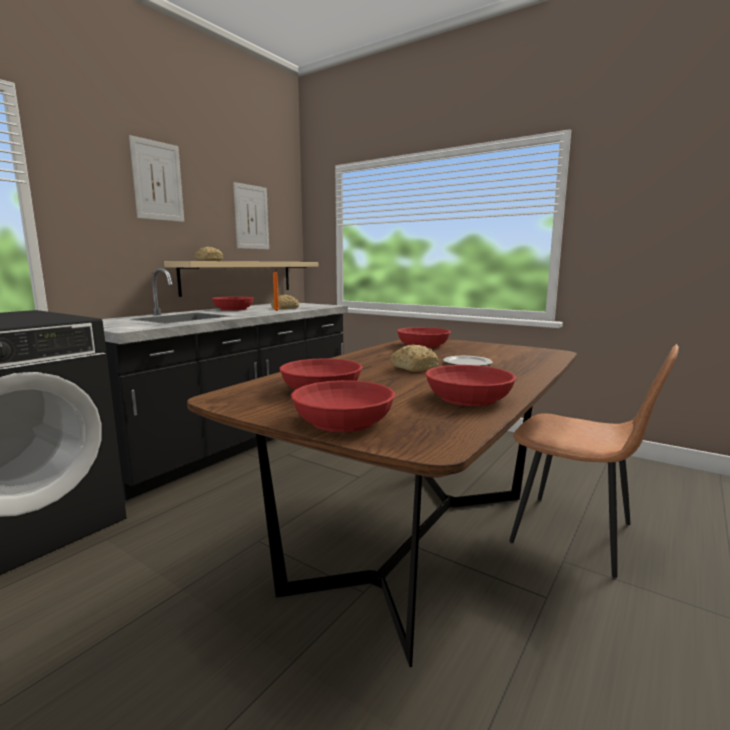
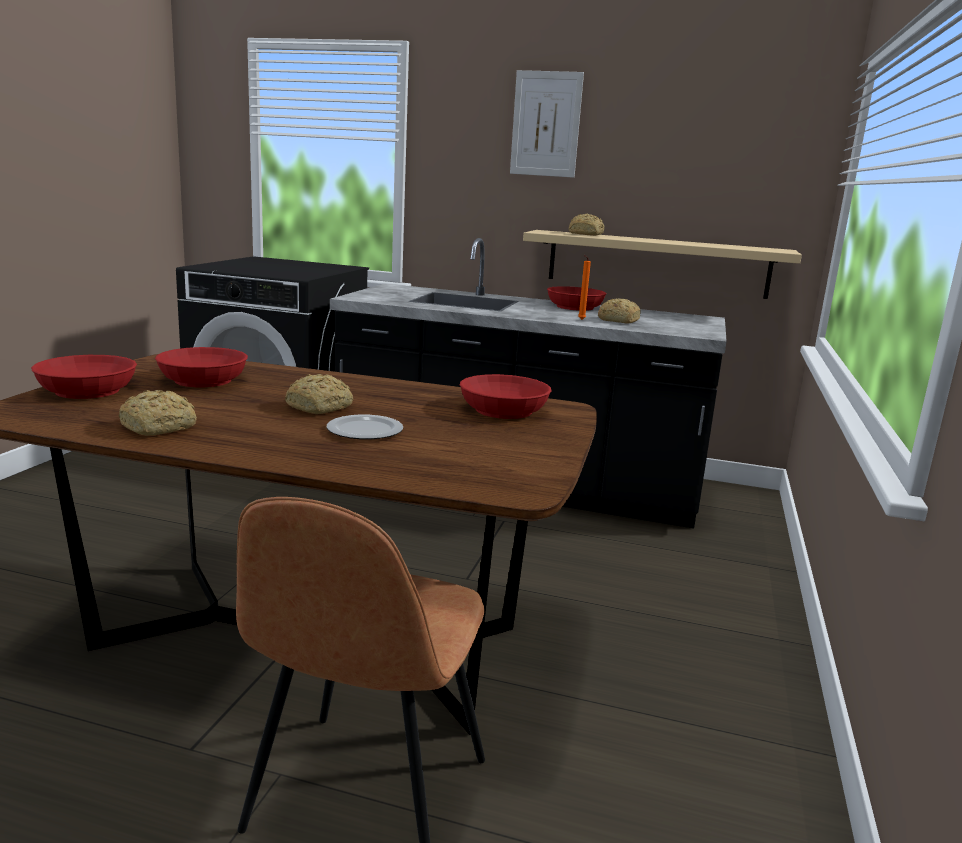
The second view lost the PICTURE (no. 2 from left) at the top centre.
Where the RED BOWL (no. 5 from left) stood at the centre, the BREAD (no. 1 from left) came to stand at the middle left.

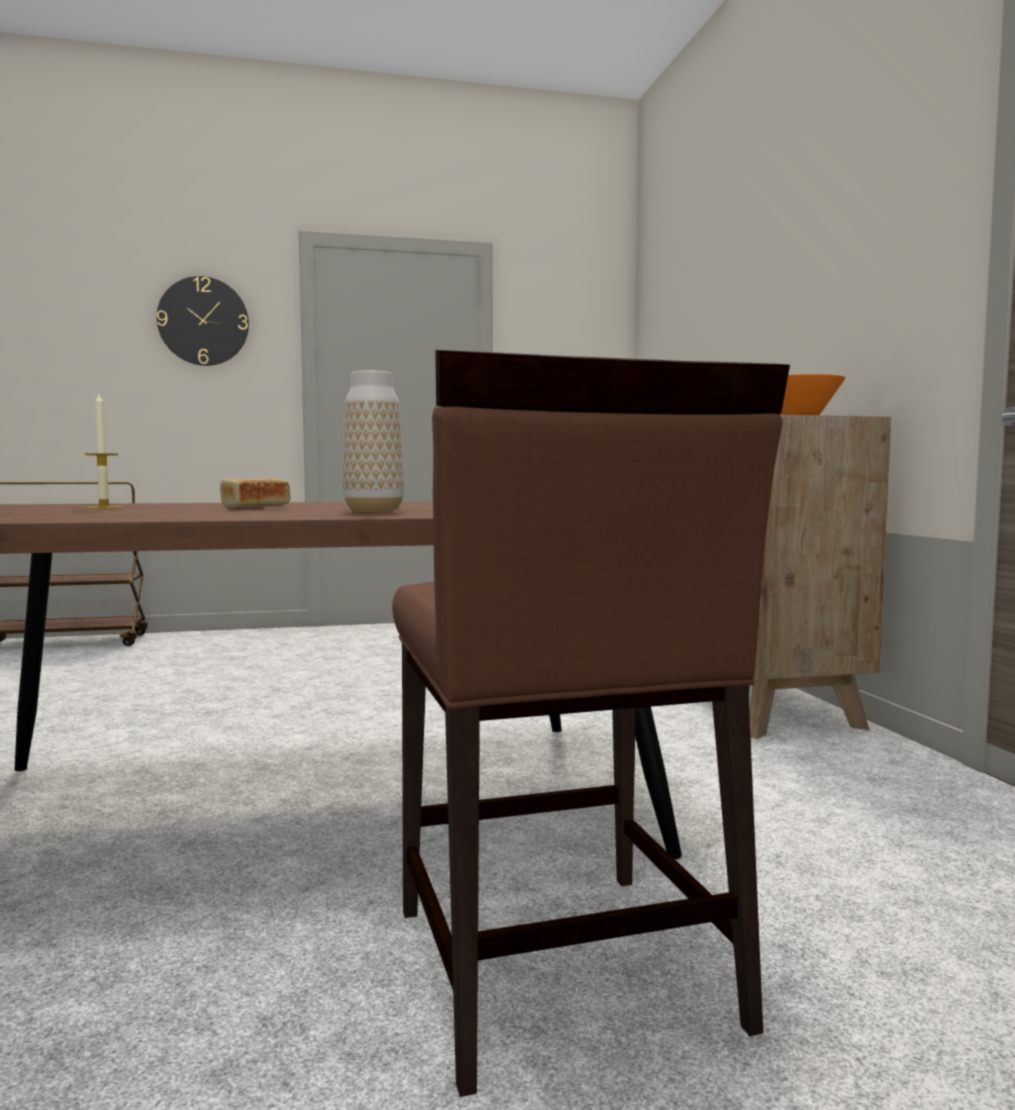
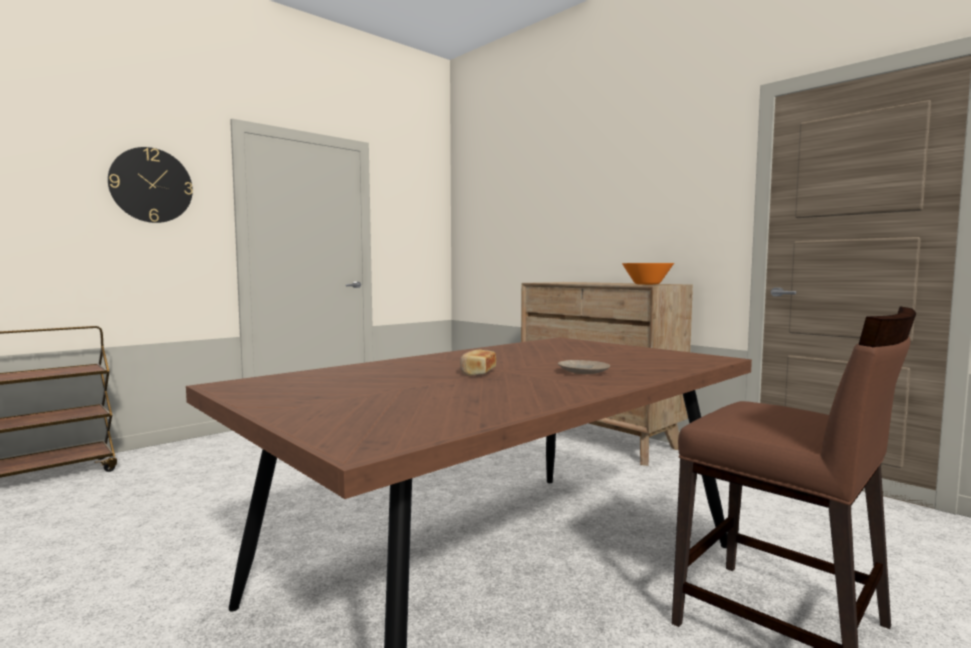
Where the VASE stood at the centre, the BEIGE PLATE came to stand at the centre.
The second view lost the CANDLE at the middle left.

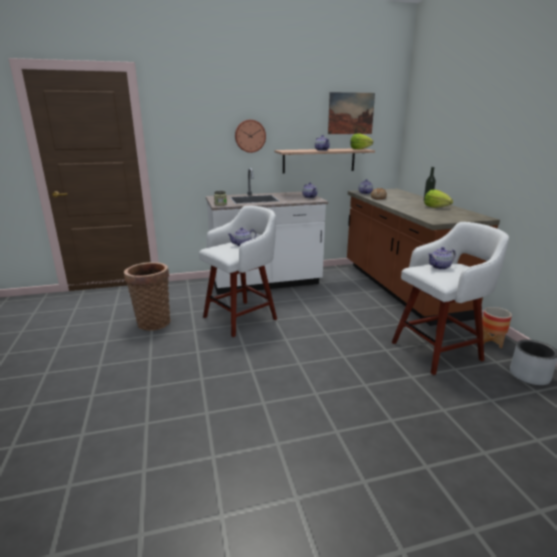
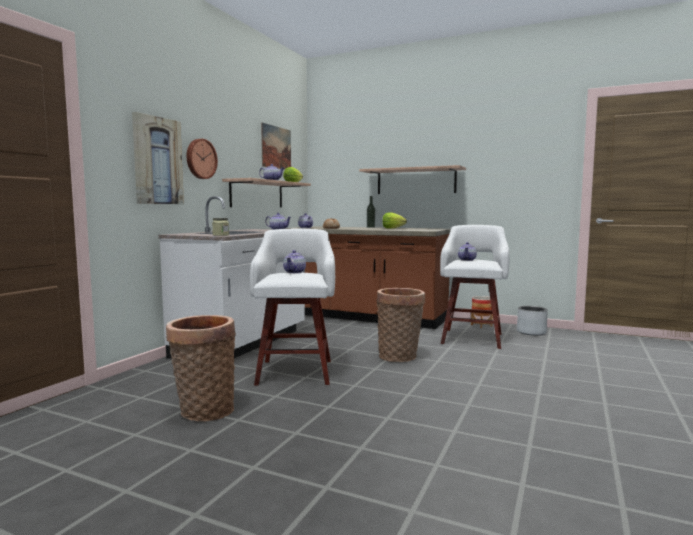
The second view gained the PICTURE (no. 1 from left) at the top left.
The second view gained the SHELF (no. 2 from left) at the centre.
The second view gained the BASKET (no. 2 from left) at the centre.

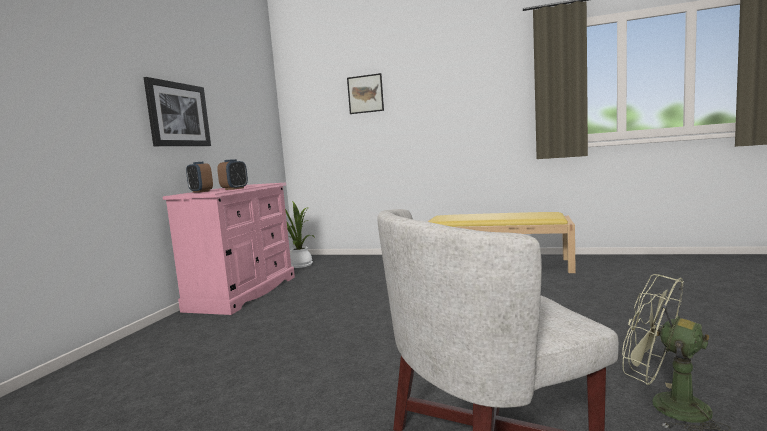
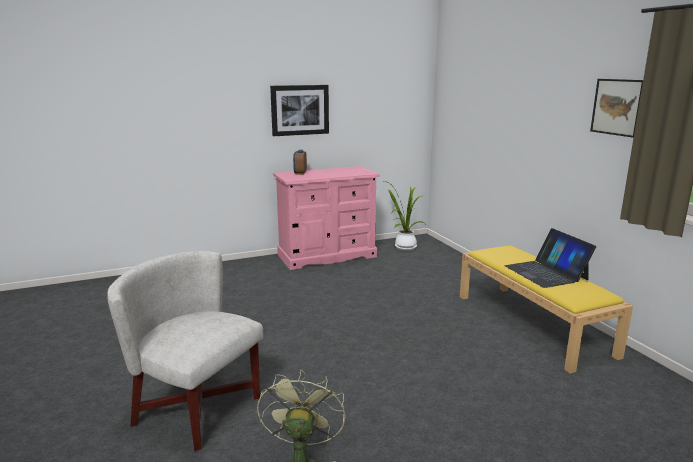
The PICTURE (no. 2 from left) ended up elsewhere, having gone from the top centre to the top right.
The second view lost the ALARM CLOCK (no. 2 from left) at the middle left.
The second view gained the LAPTOP at the middle right.

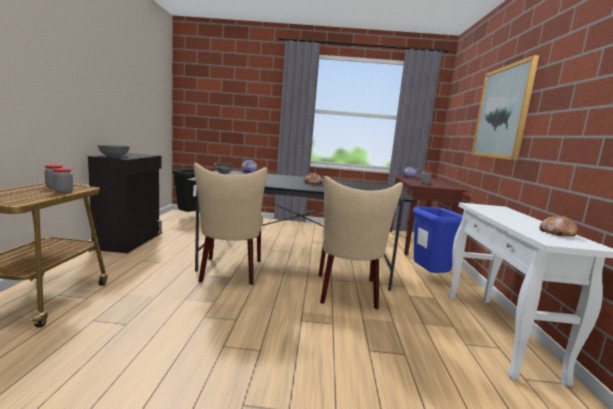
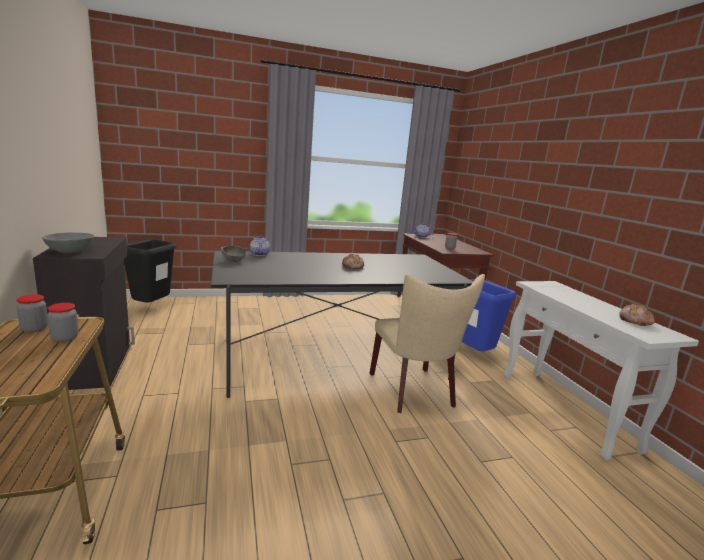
The second view lost the PICTURE at the top right.
The second view lost the BEIGE CHAIR (no. 1 from left) at the centre.

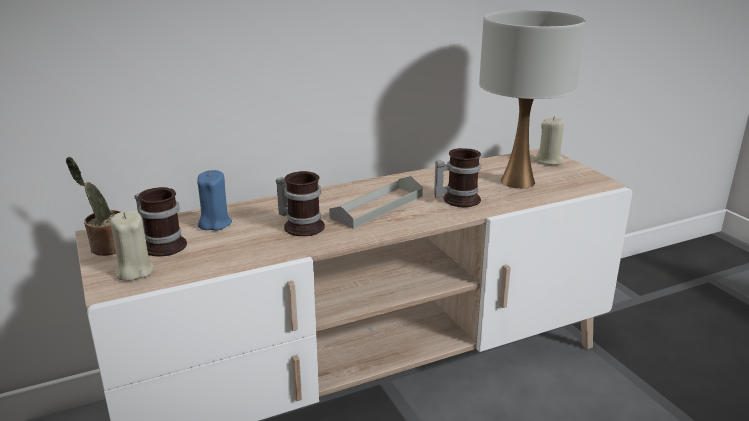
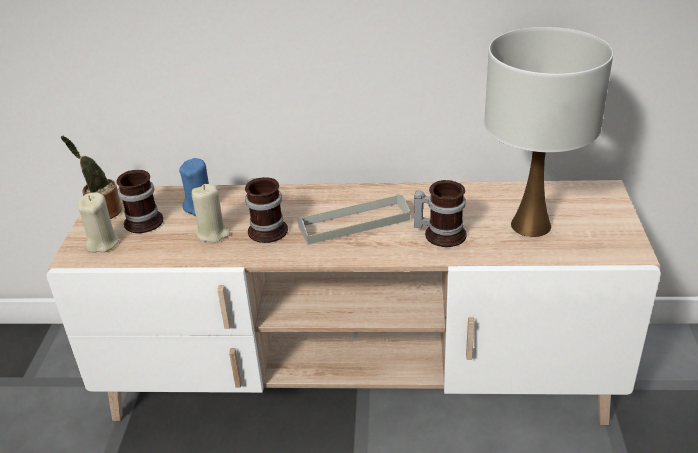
The BEIGE CANDLE (no. 2 from left) ended up elsewhere, having gone from the top right to the middle left.

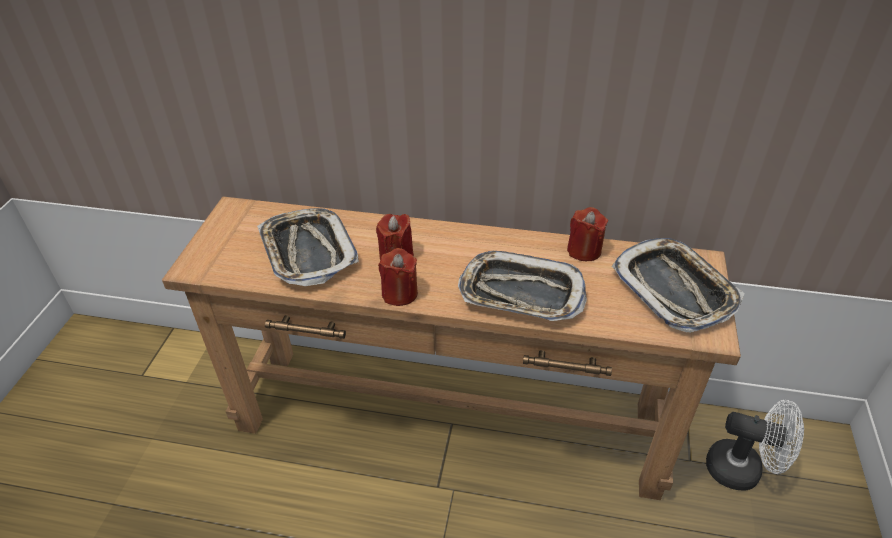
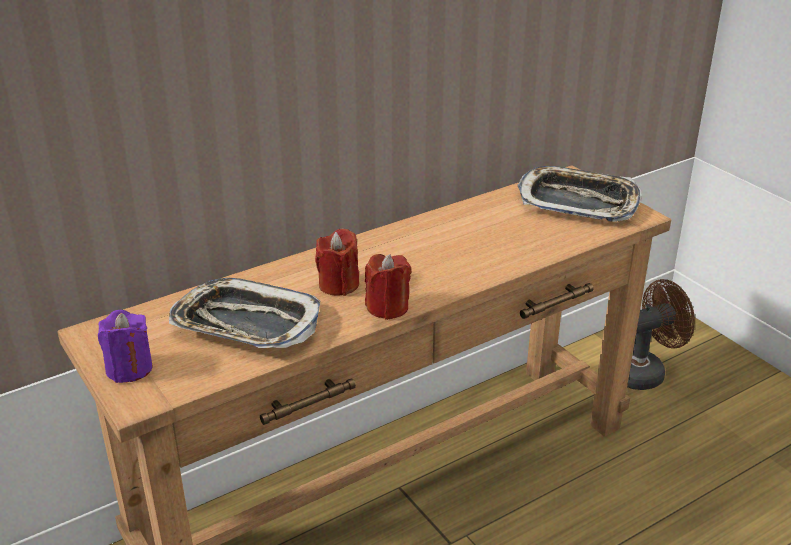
The second view lost the RED CANDLE (no. 3 from left) at the centre.
The second view lost the TRAY (no. 2 from left) at the centre.
What was the WHITE FAN at the bottom right turned into the BROWN FAN at the middle right.
The second view gained the PURPLE CANDLE at the middle left.

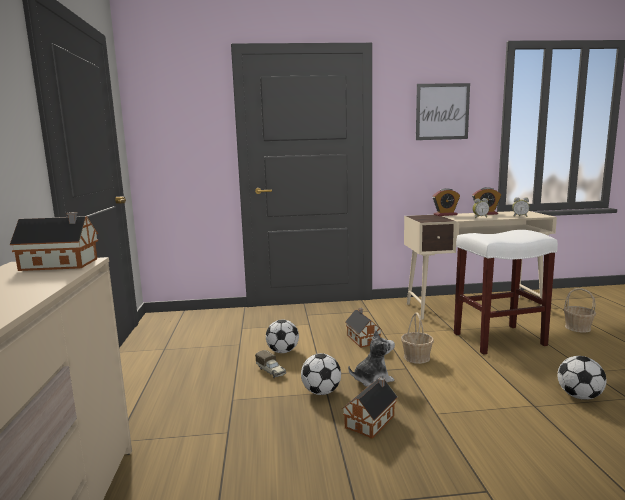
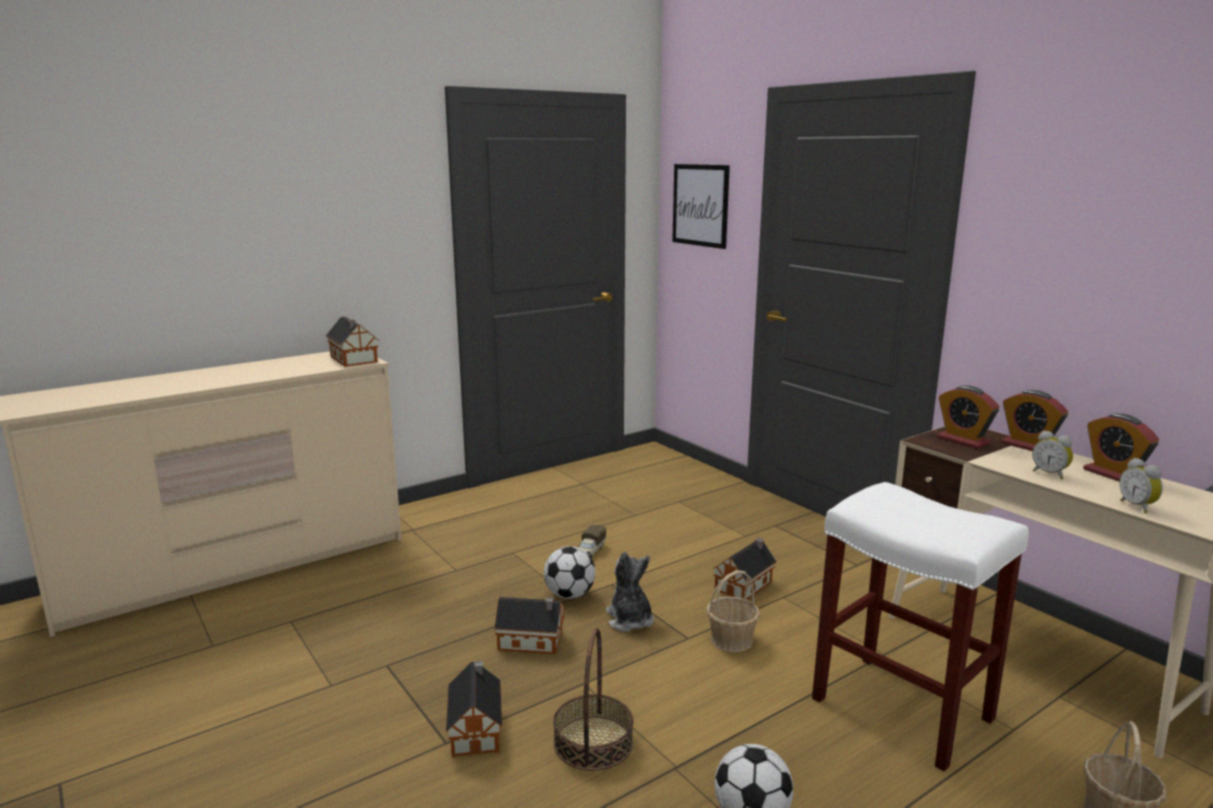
The PICTURE ended up elsewhere, having gone from the top right to the top centre.
The second view lost the FOOTBALL (no. 1 from left) at the bottom centre.
The PLUSH TOY at the bottom centre ended up facing another way, 150 degrees counterclockwise from before.
The second view gained the ALARM CLOCK (no. 1 from left) at the middle right.
The second view gained the BASKET (no. 1 from left) at the bottom centre.
The second view gained the TOY HOUSE (no. 2 from left) at the bottom centre.

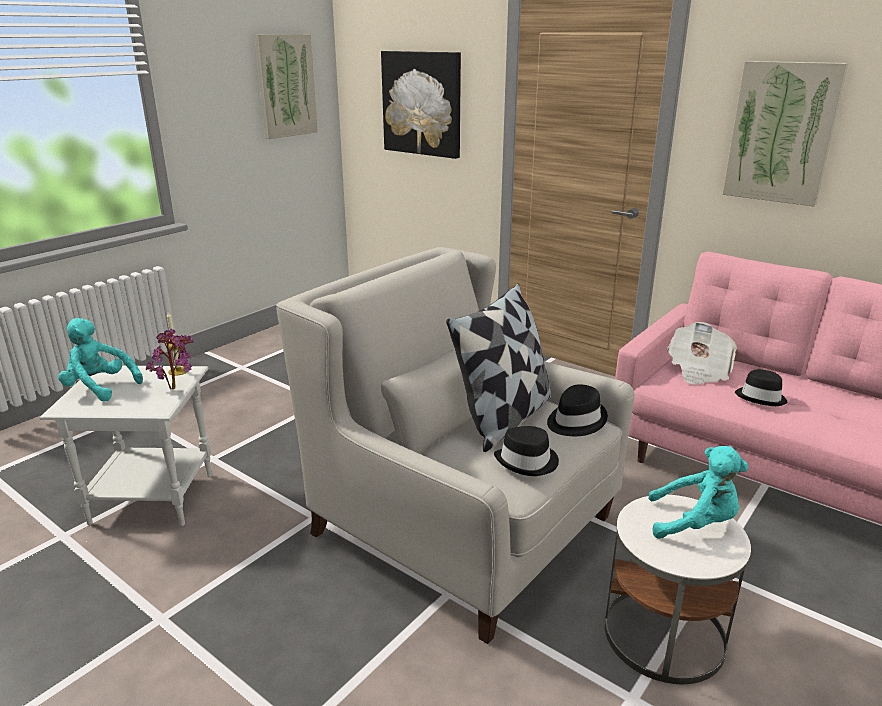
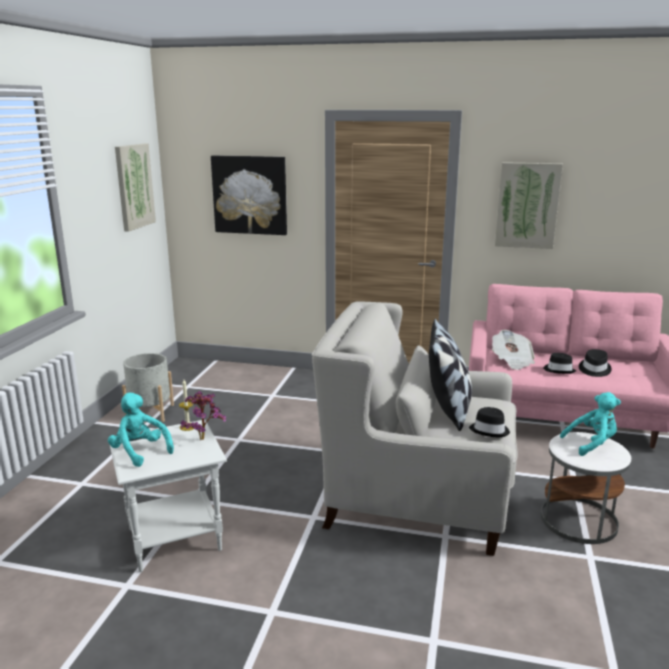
The TURQUOISE PLUSH TOY (no. 1 from left) at the middle left ended up facing another way, 45 degrees clockwise from before.
The BLACK HAT (no. 2 from left in the first image) ended up elsewhere, having gone from the centre to the middle right.
The second view gained the GREY PLANTER at the middle left.

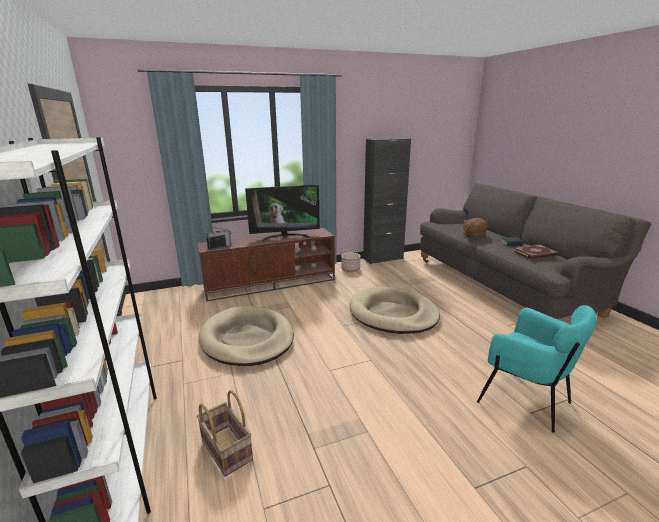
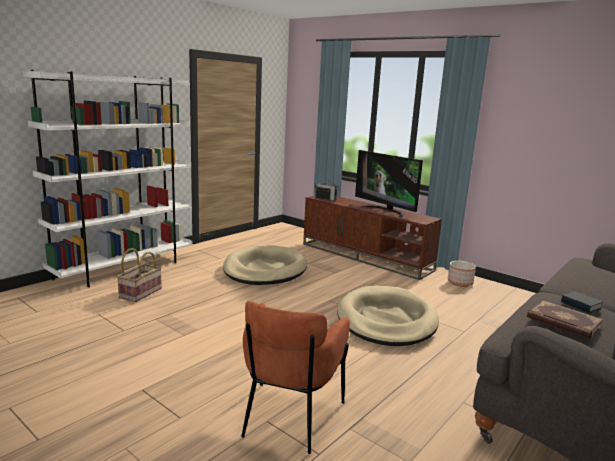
The second view lost the BLACK CABINET at the centre.
The second view lost the BROWN PLUSH TOY at the middle right.
What was the TURQUOISE ARMCHAIR at the bottom right turned into the BROWN ARMCHAIR at the bottom centre.

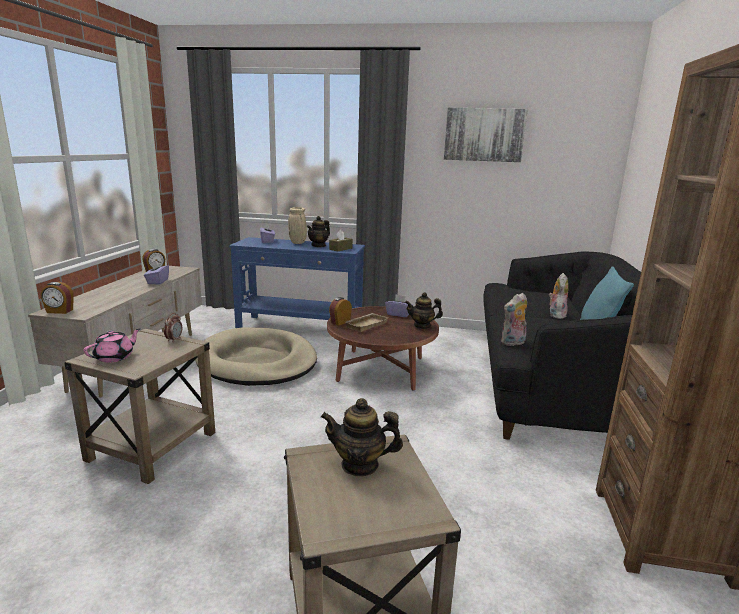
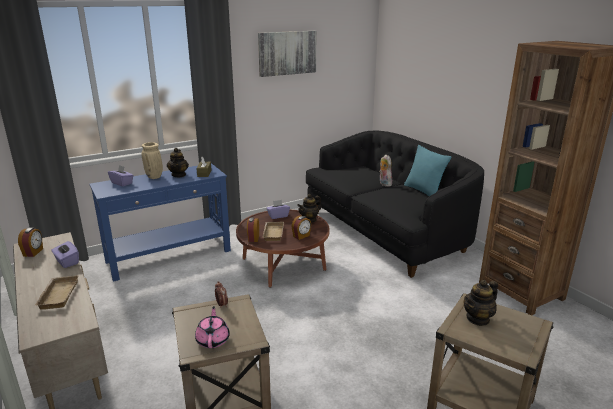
The ALARM CLOCK (no. 1 from left in the first image) ended up elsewhere, having gone from the middle left to the centre.
The second view lost the PLUSH TOY (no. 1 from left) at the middle right.
The second view lost the BEIGE DOG BED at the centre.
The second view gained the BEIGE TRAY (no. 1 from left) at the bottom left.

